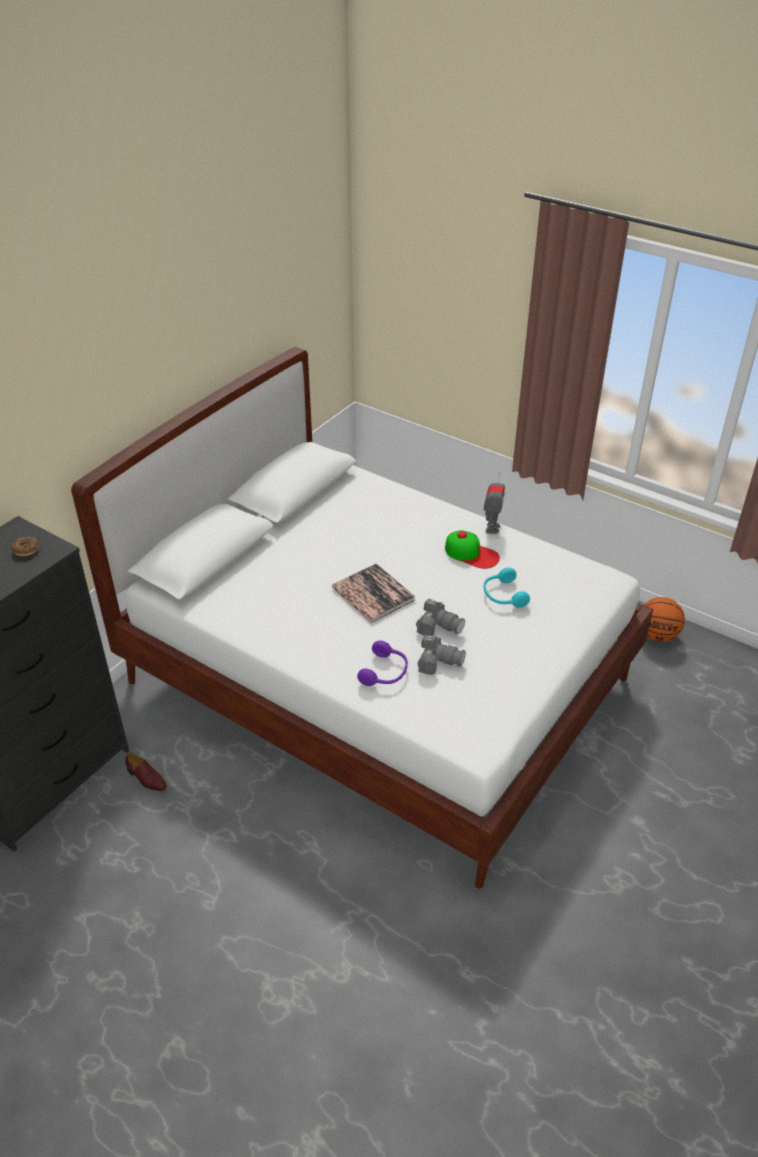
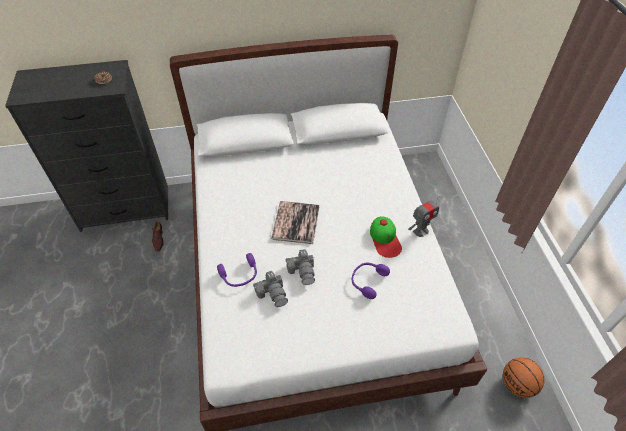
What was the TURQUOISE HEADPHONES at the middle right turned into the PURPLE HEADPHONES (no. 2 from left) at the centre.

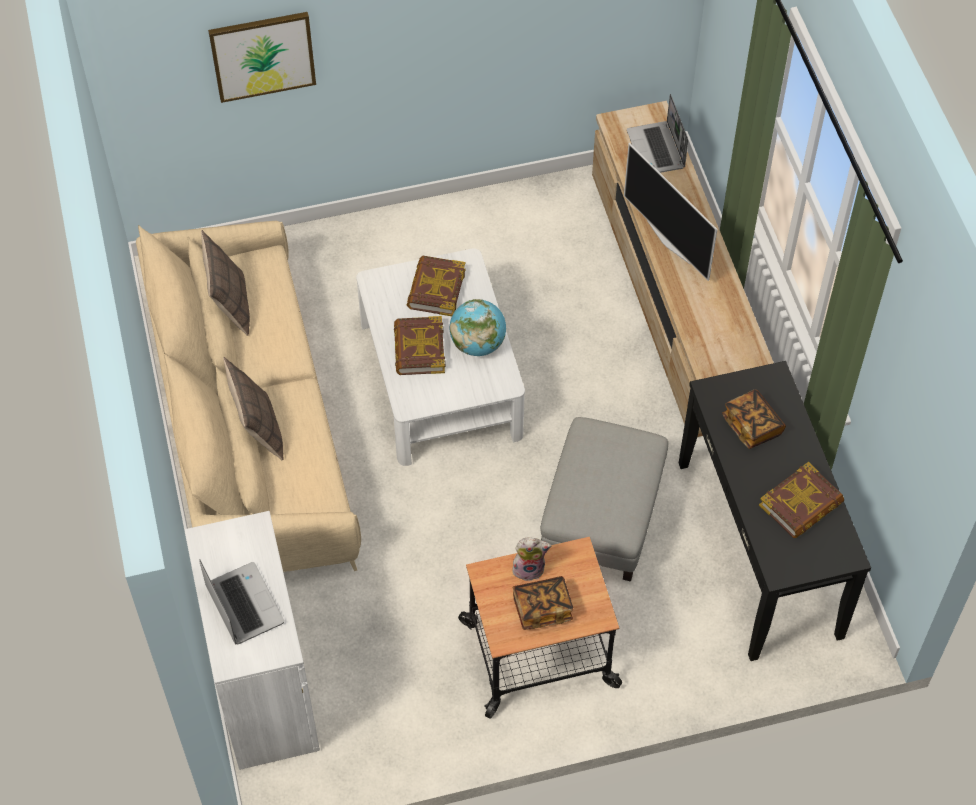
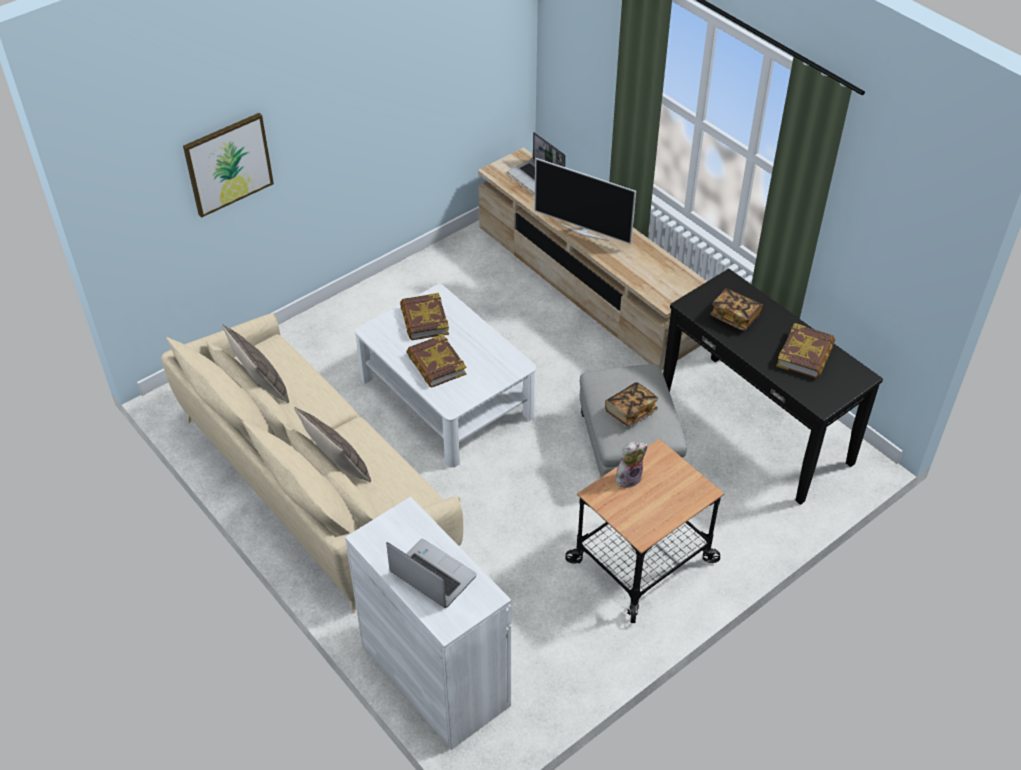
The second view lost the GLOBE at the centre.
The BOOK (no. 3 from left) ended up elsewhere, having gone from the bottom centre to the centre.

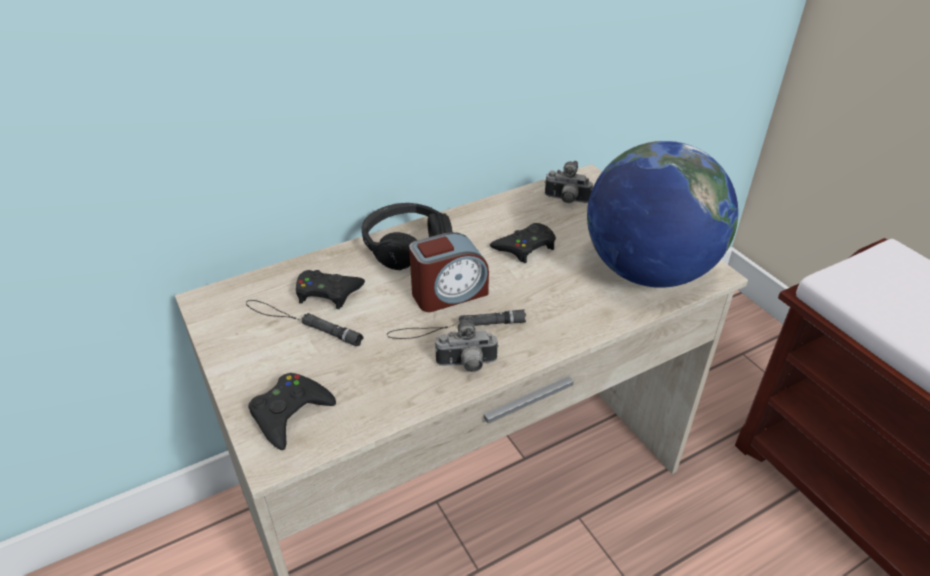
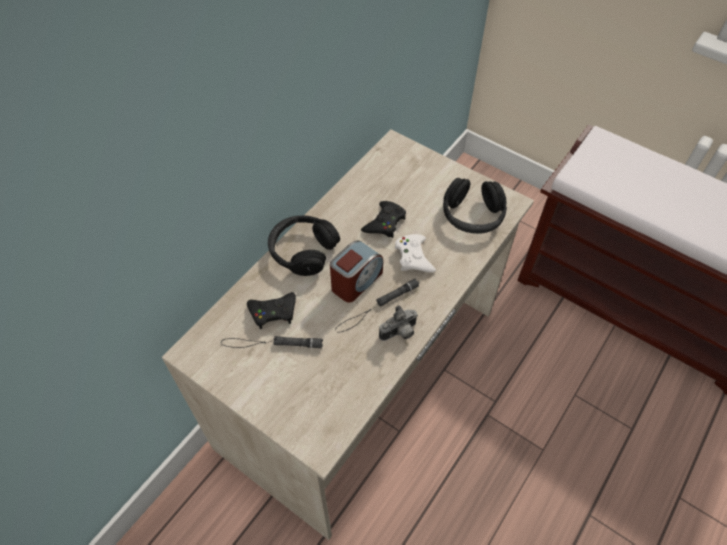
Where the GLOBE stood at the middle right, the BLACK HEADPHONES (no. 2 from left) came to stand at the centre.
The second view lost the PHOTO CAMERA (no. 2 from left) at the top centre.
The second view lost the BLACK GAME CONTROLLER (no. 1 from left) at the bottom left.
The second view gained the WHITE GAME CONTROLLER at the centre.

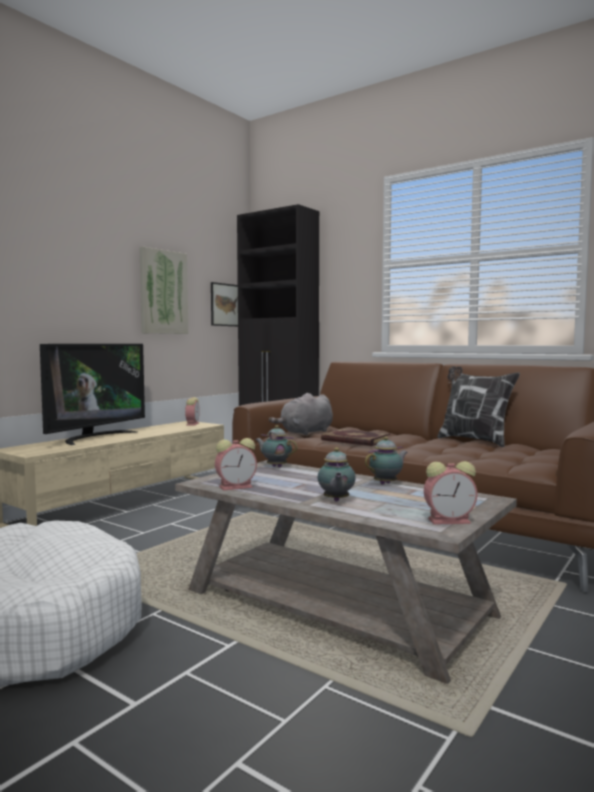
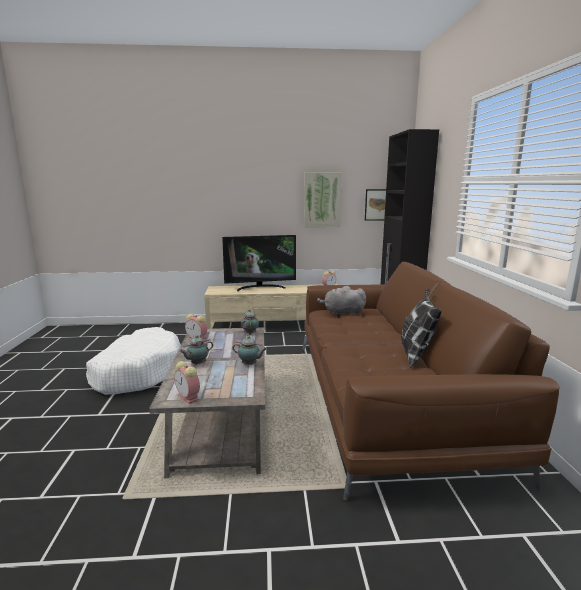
The second view lost the BOOK at the centre.

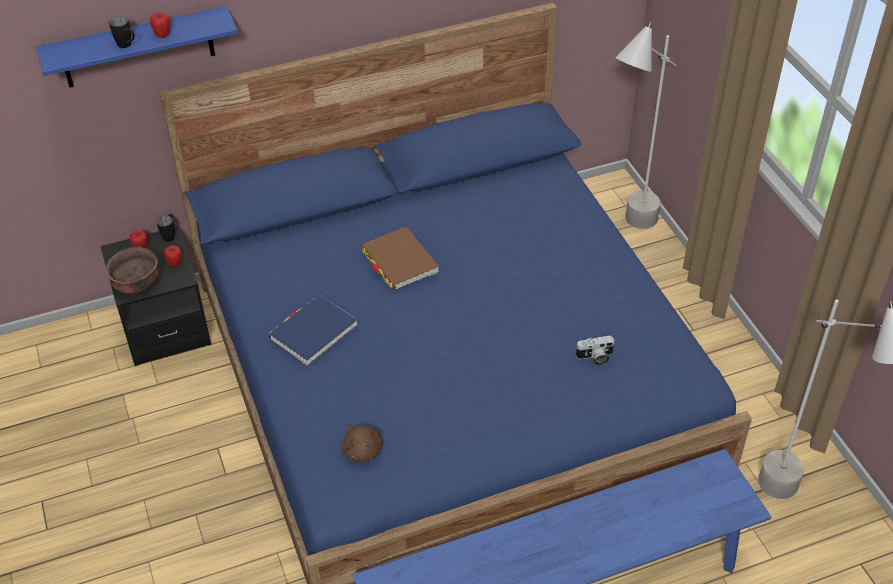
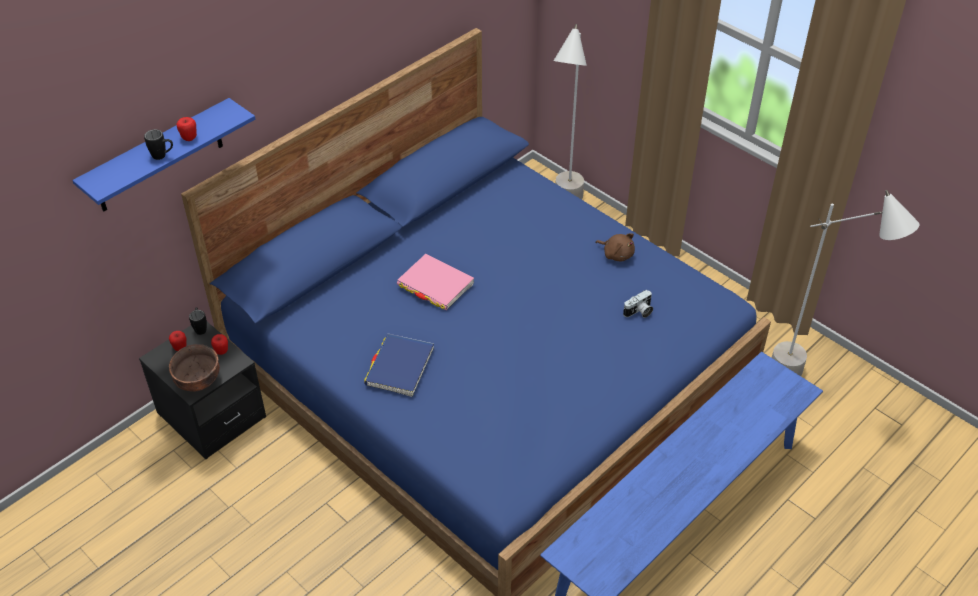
What was the BROWN BOOK at the centre turned into the PINK BOOK at the centre.
The BROWN PLUSH TOY ended up elsewhere, having gone from the bottom centre to the centre.

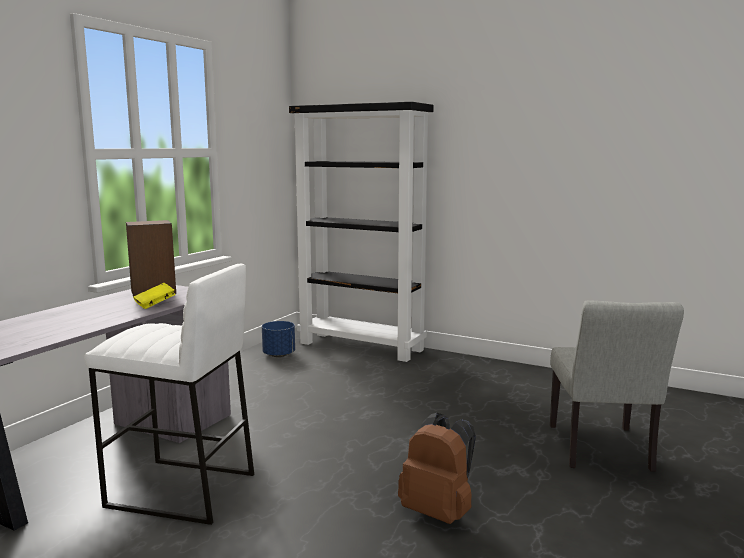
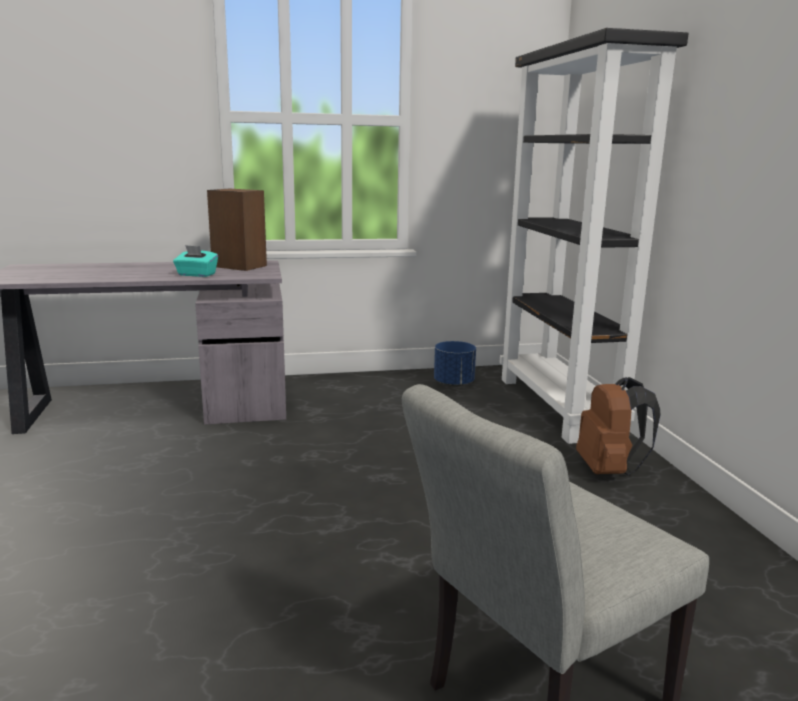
The second view lost the WHITE STOOL at the bottom left.
Where the YELLOW BOOK stood at the middle left, the TURQUOISE TISSUE BOX came to stand at the middle left.
The BROWN BACKPACK ended up elsewhere, having gone from the bottom centre to the middle right.

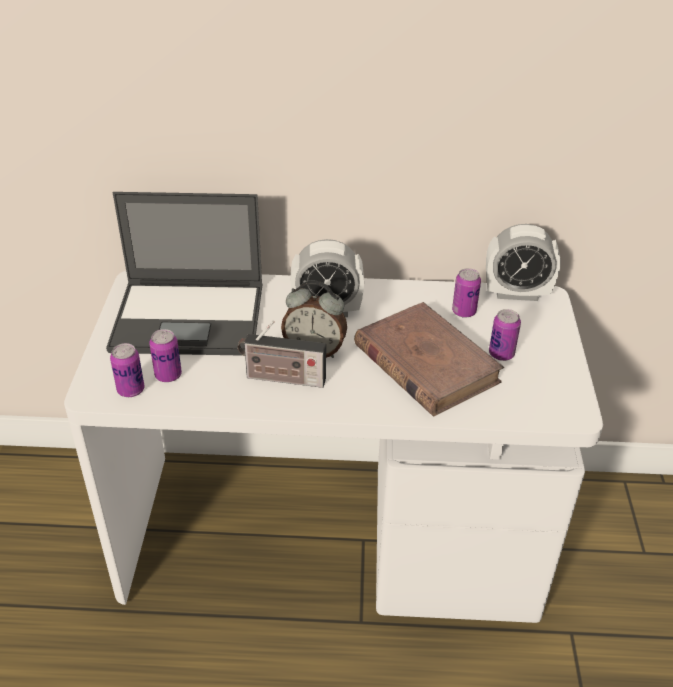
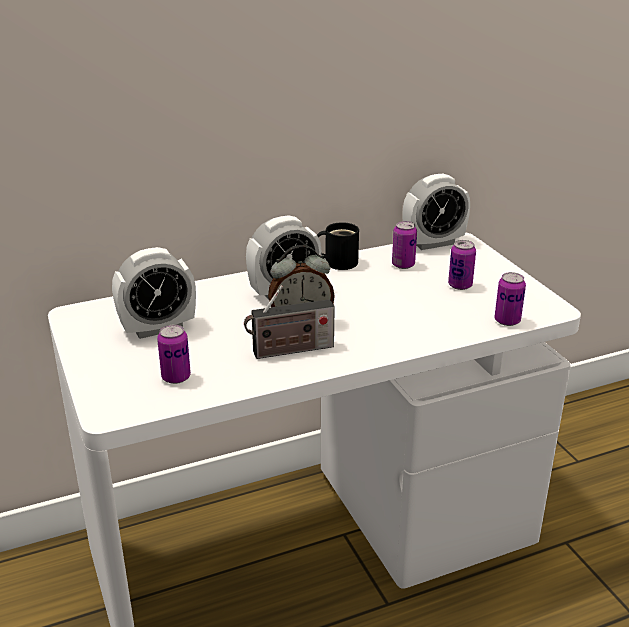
Where the LAPTOP stood at the middle left, the ALARM CLOCK (no. 1 from left) came to stand at the middle left.
The second view lost the BROWN BOOK at the centre.
The CAN (no. 1 from left in the first image) ended up elsewhere, having gone from the middle left to the middle right.
The second view gained the BLACK MUG at the centre.

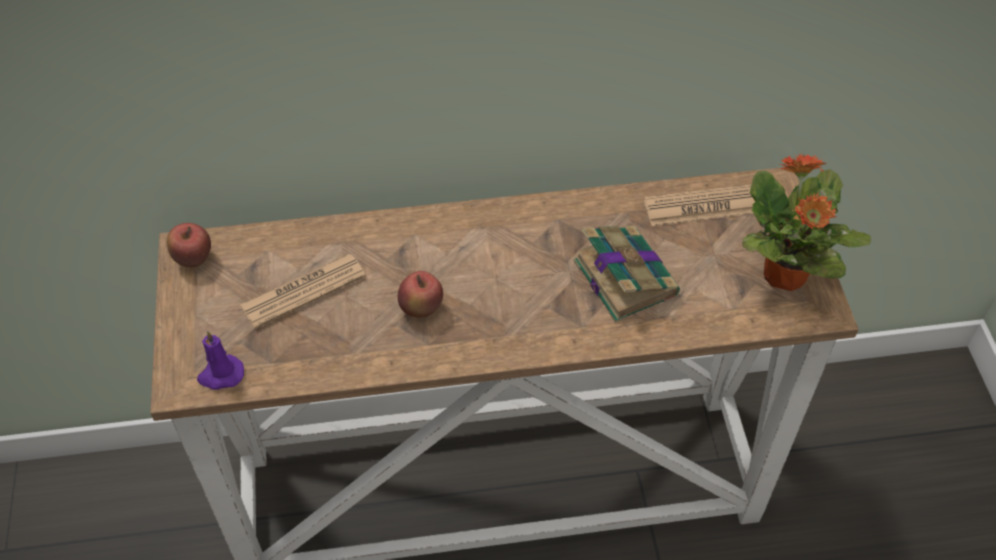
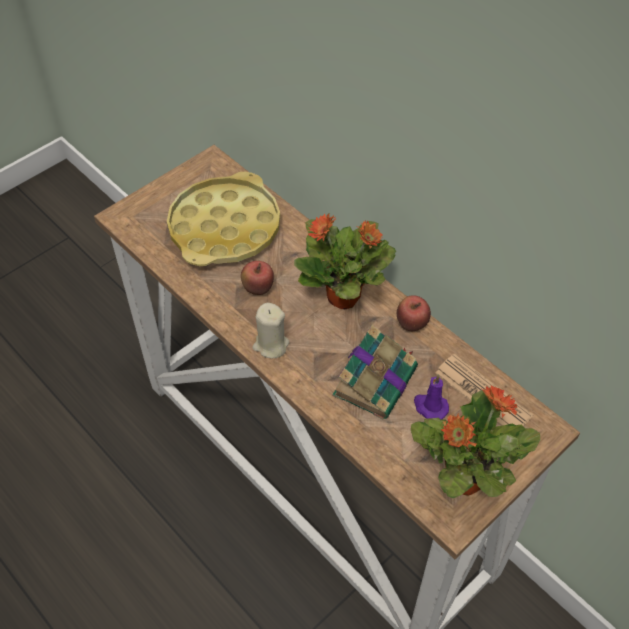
The APPLE (no. 1 from left in the first image) ended up elsewhere, having gone from the middle left to the centre.
Where the NEWSPAPER (no. 1 from left) stood at the middle left, the YELLOW TRAY came to stand at the centre.
The PURPLE CANDLE ended up elsewhere, having gone from the middle left to the middle right.
The second view gained the POTTED PLANT (no. 1 from left) at the centre.
The second view gained the BEIGE CANDLE at the centre.

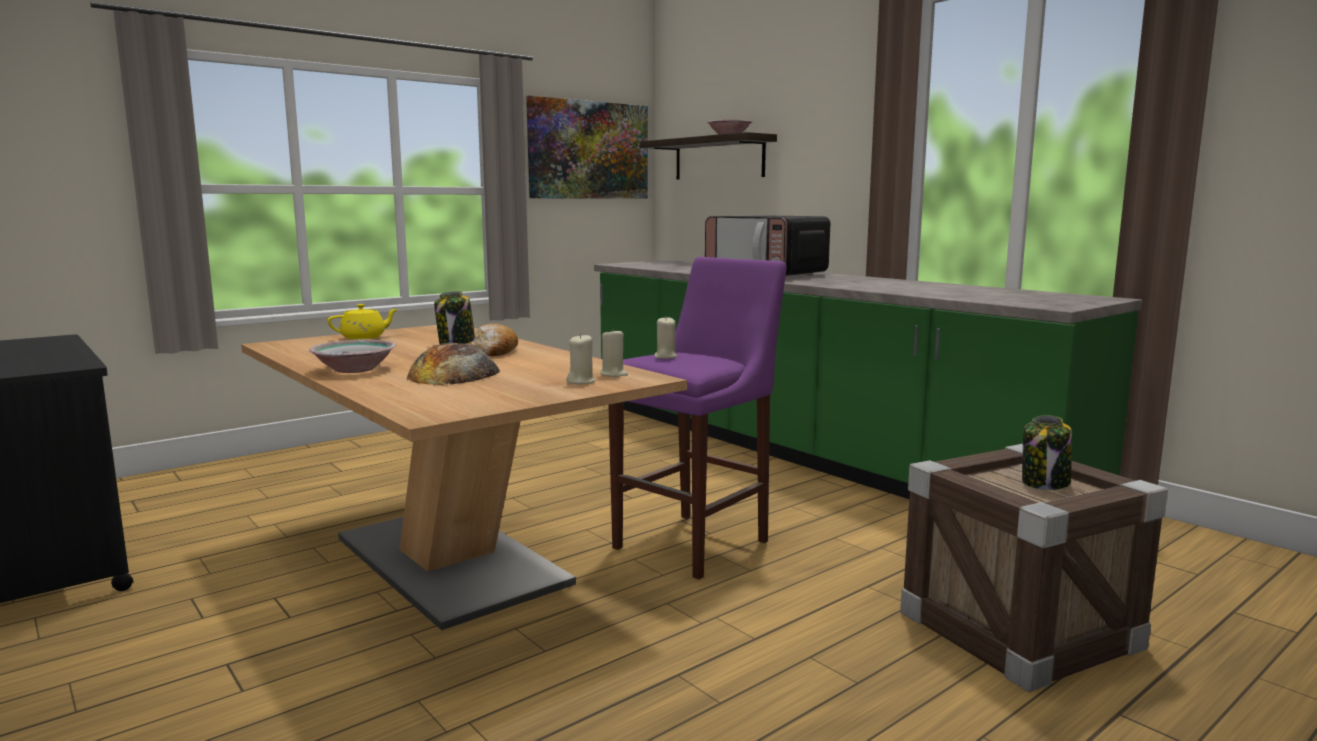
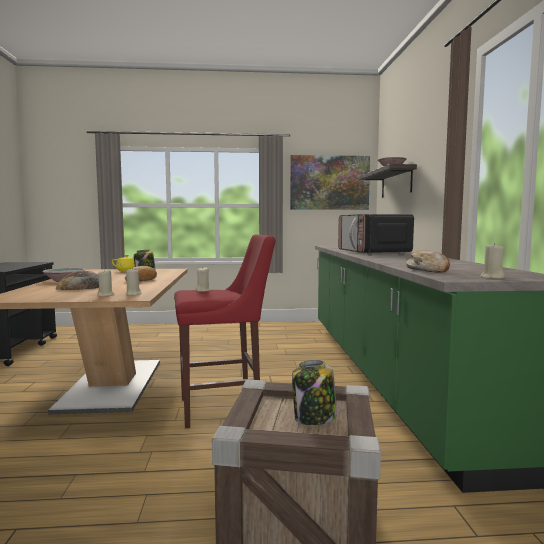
What was the PURPLE STOOL at the centre turned into the RED STOOL at the centre.
The second view gained the BEIGE CANDLE (no. 4 from left) at the middle right.
The second view gained the BREAD (no. 3 from left) at the middle right.

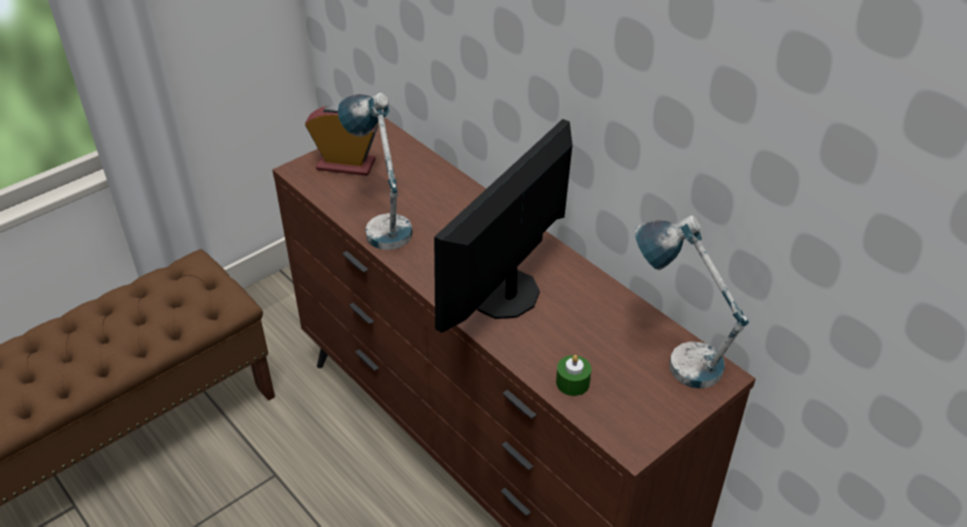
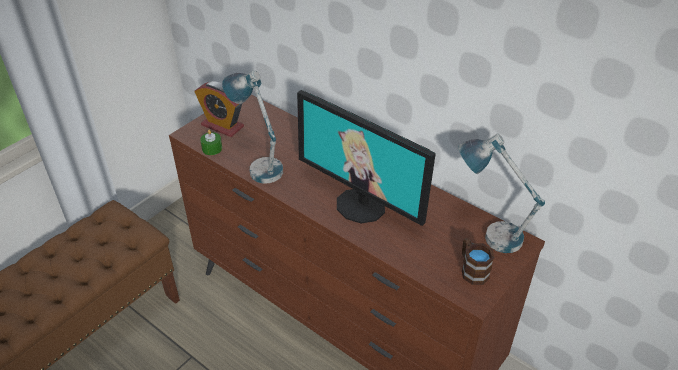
The ALARM CLOCK at the top centre ended up facing another way, 150 degrees counterclockwise from before.
The MONITOR at the centre ended up facing another way, 75 degrees counterclockwise from before.
The GREEN CANDLE ended up elsewhere, having gone from the bottom centre to the middle left.
The second view gained the BROWN MUG at the bottom right.

